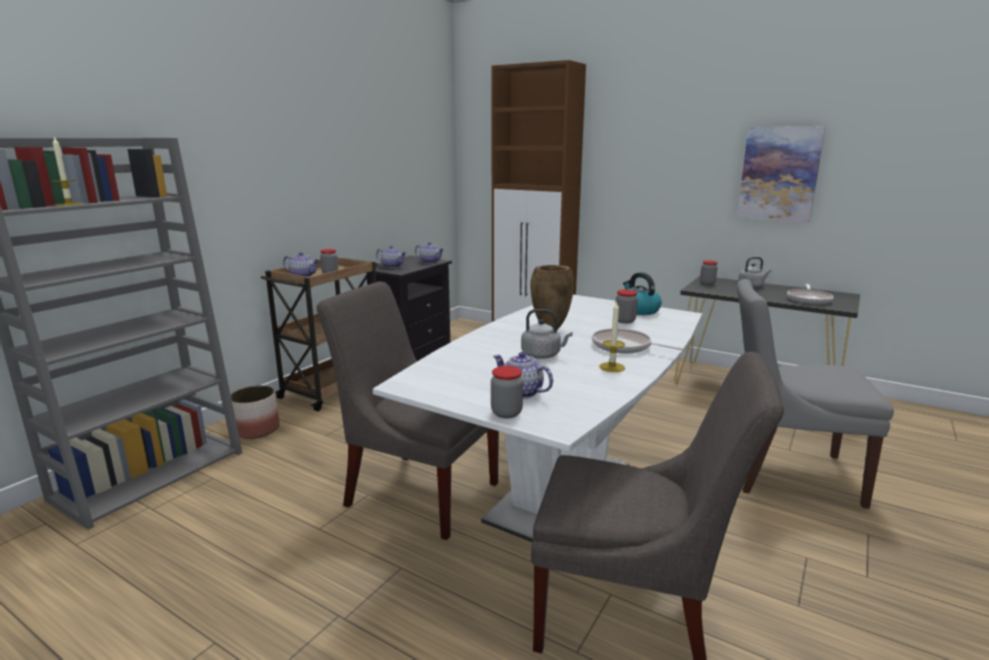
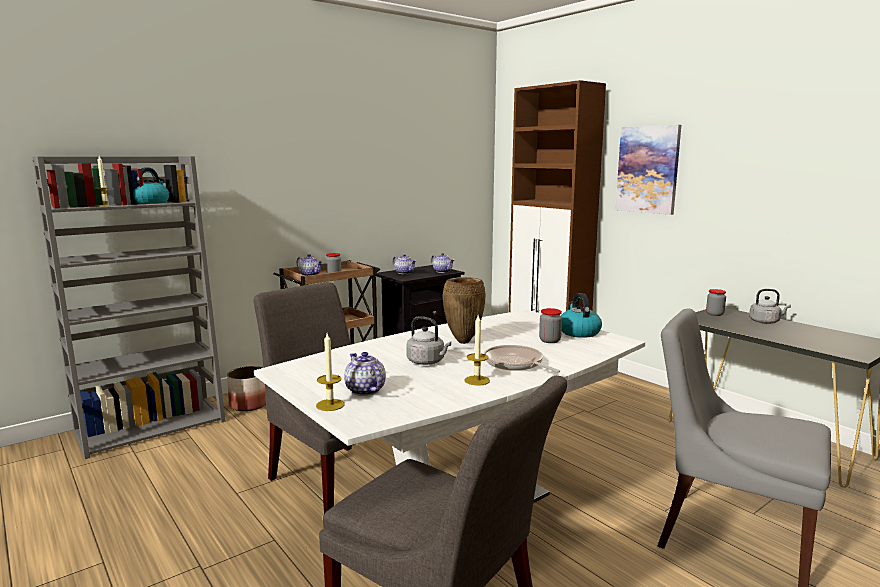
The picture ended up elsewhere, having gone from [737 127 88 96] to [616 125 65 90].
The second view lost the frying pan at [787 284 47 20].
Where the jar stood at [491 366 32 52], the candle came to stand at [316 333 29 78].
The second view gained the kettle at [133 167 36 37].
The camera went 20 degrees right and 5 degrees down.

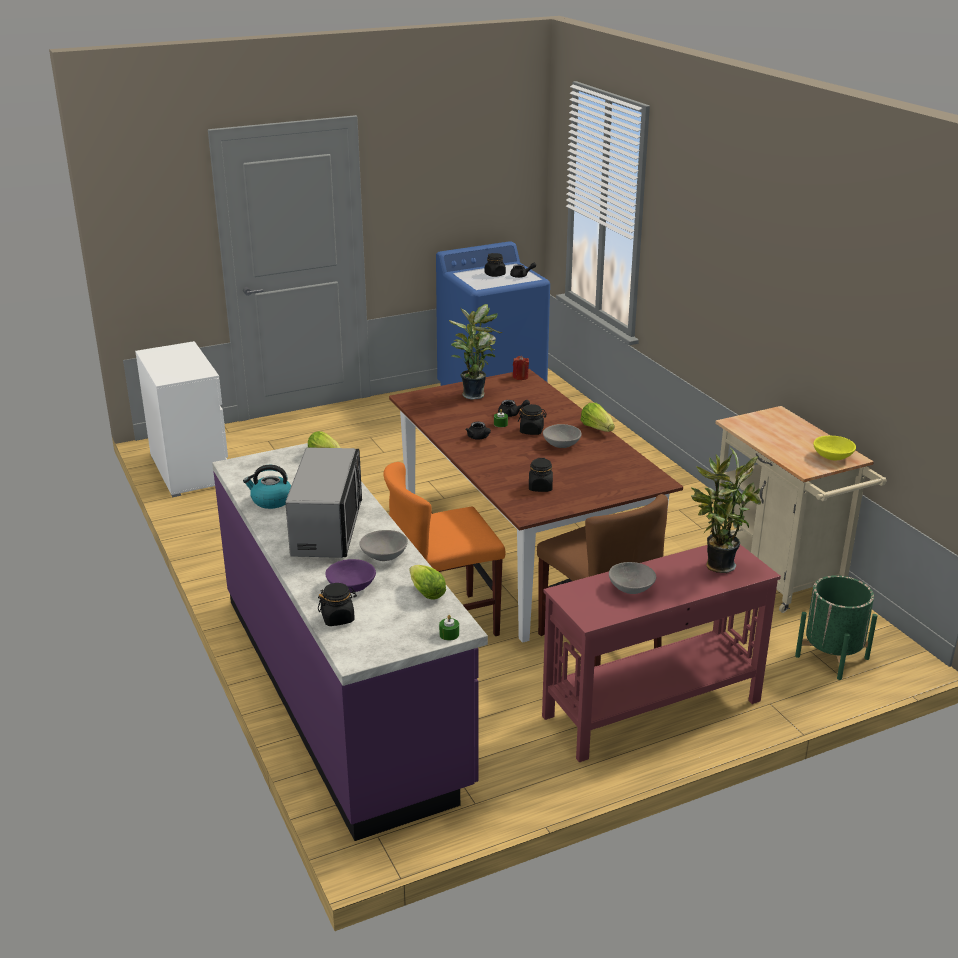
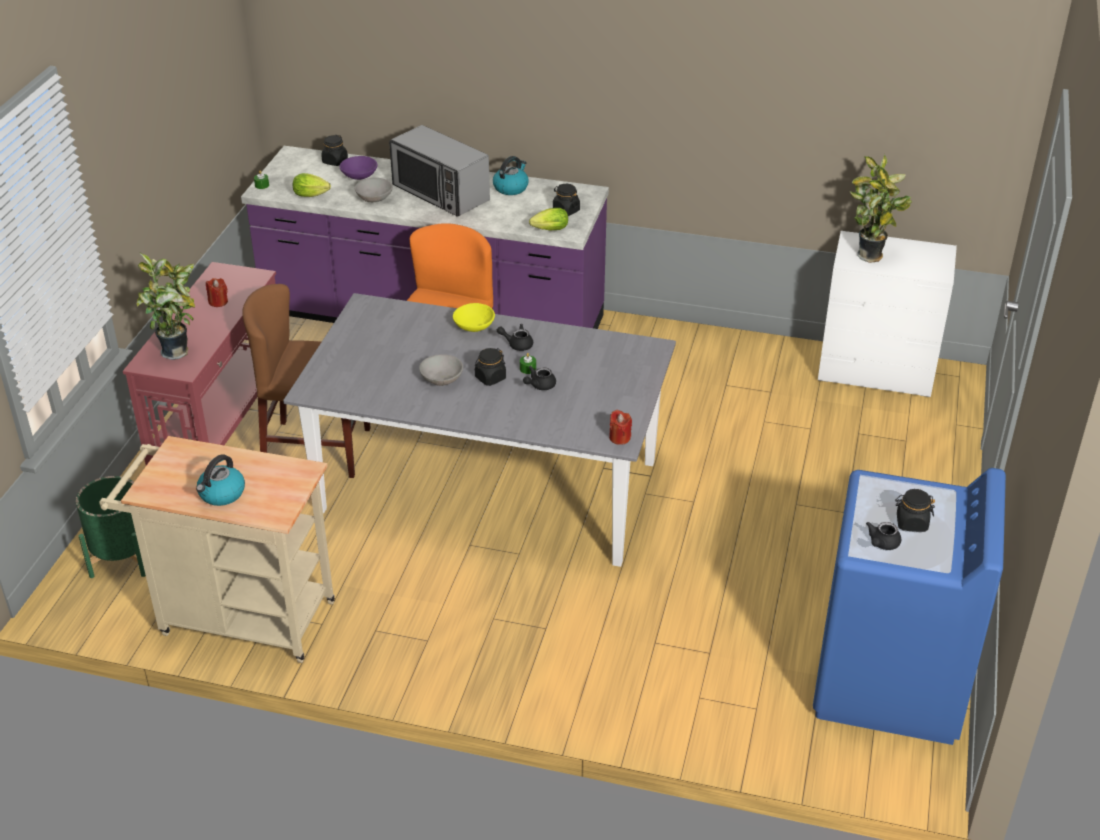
The potted plant ended up elsewhere, having gone from [449 304 53 96] to [850 154 62 109].
What was the brown dining table at [389 369 294 274] turned into the grey dining table at [283 293 393 274].
The second view lost the lettuce at [581 403 33 29].
The yellow bowl ended up elsewhere, having gone from [813 436 43 24] to [453 303 42 29].
The black jar ended up elsewhere, having gone from [529 458 24 34] to [553 184 27 32].
Where the grey bowl stood at [609 562 47 32], the red candle came to stand at [206 278 22 29].
The second view gained the kettle at [196 454 49 52].
The camera went 130 degrees right and 10 degrees up.

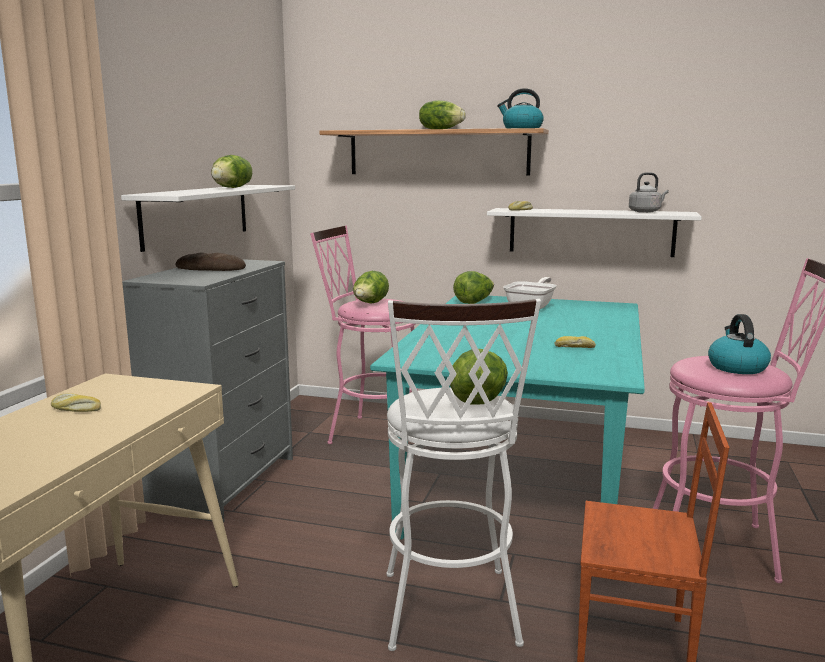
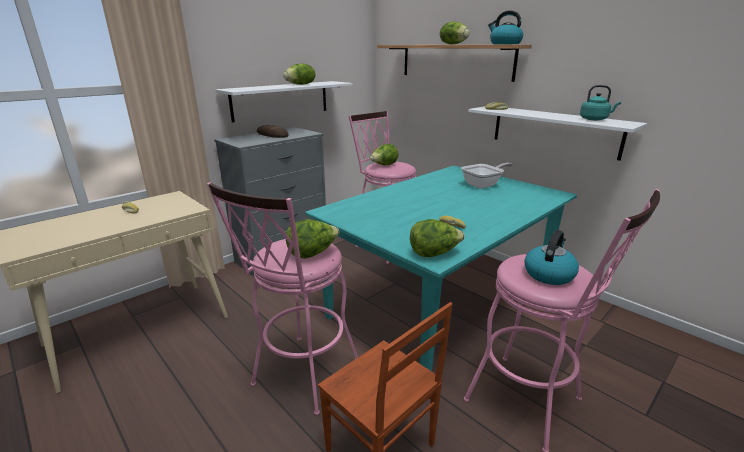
What was the grey kettle at [629 172 40 41] turned into the turquoise kettle at [580 85 41 35].
The lettuce ended up elsewhere, having gone from [453 271 41 33] to [410 219 55 38].
What was the white stool at [386 299 155 352] turned into the pink stool at [207 182 151 234].
The camera went 30 degrees right and 10 degrees up.

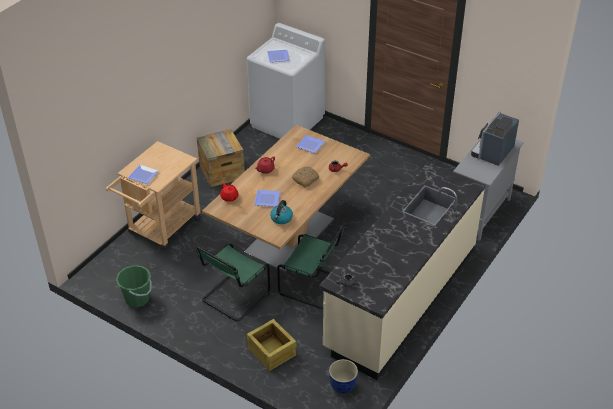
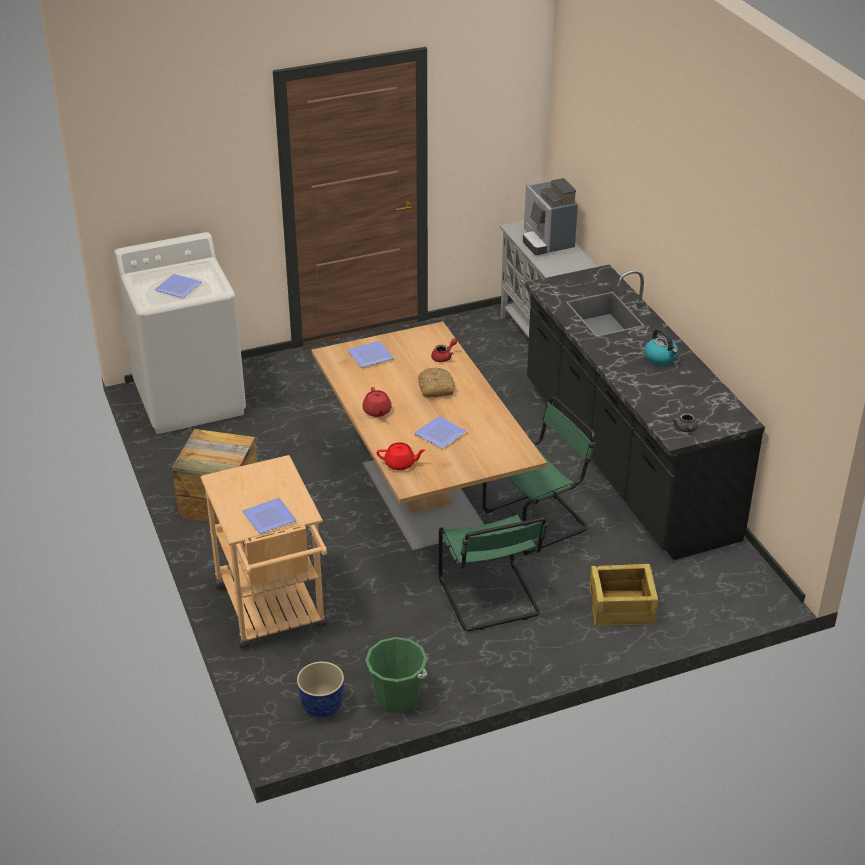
What was the beige counter at [319 162 167 218] turned into the black counter at [525 265 240 295].
The kettle ended up elsewhere, having gone from [270 200 23 24] to [644 328 35 38].
The planter ended up elsewhere, having gone from [329 359 29 35] to [297 661 47 57].
The camera went 55 degrees left and 5 degrees down.

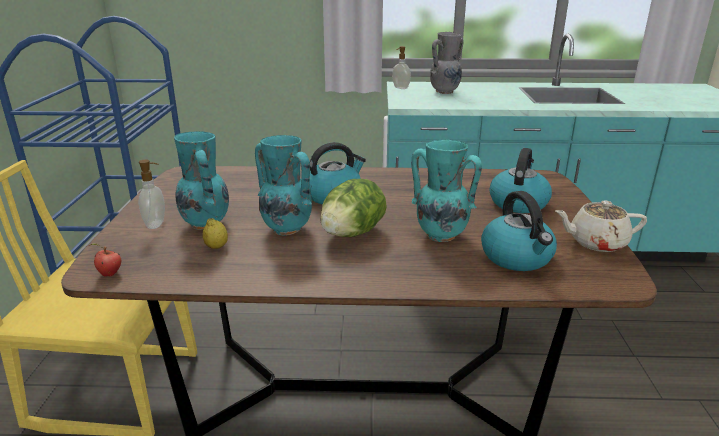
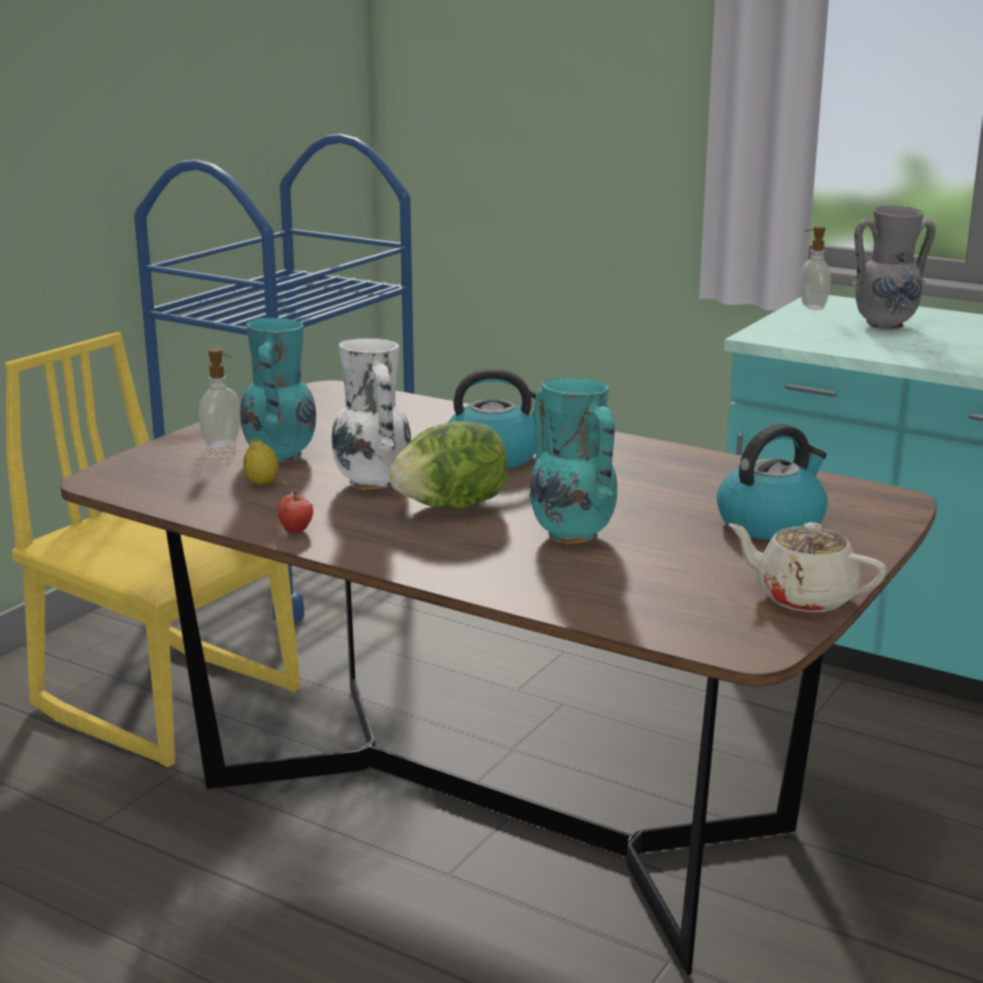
What was the turquoise vase at [255 135 57 101] turned into the white vase at [332 338 79 151].
The second view lost the kettle at [481 191 76 80].
The apple ended up elsewhere, having gone from [86 244 35 32] to [274 481 39 52].
The camera went 30 degrees right and 5 degrees down.

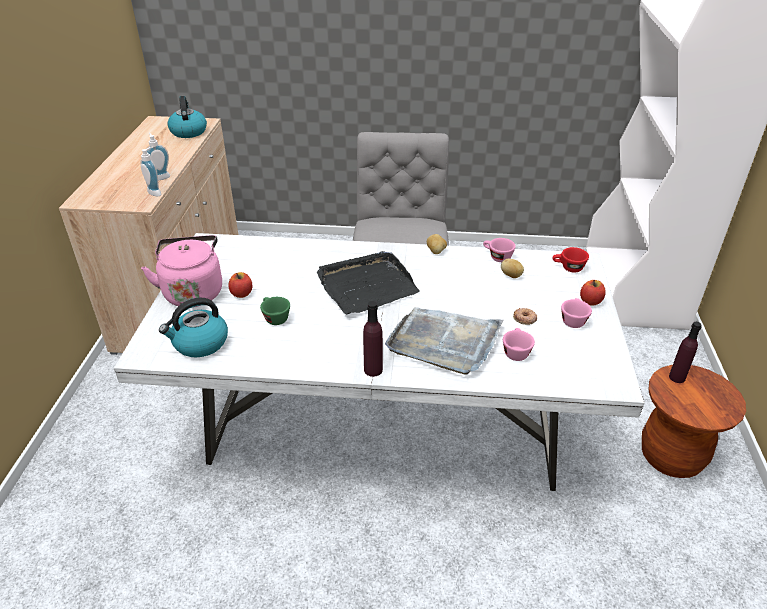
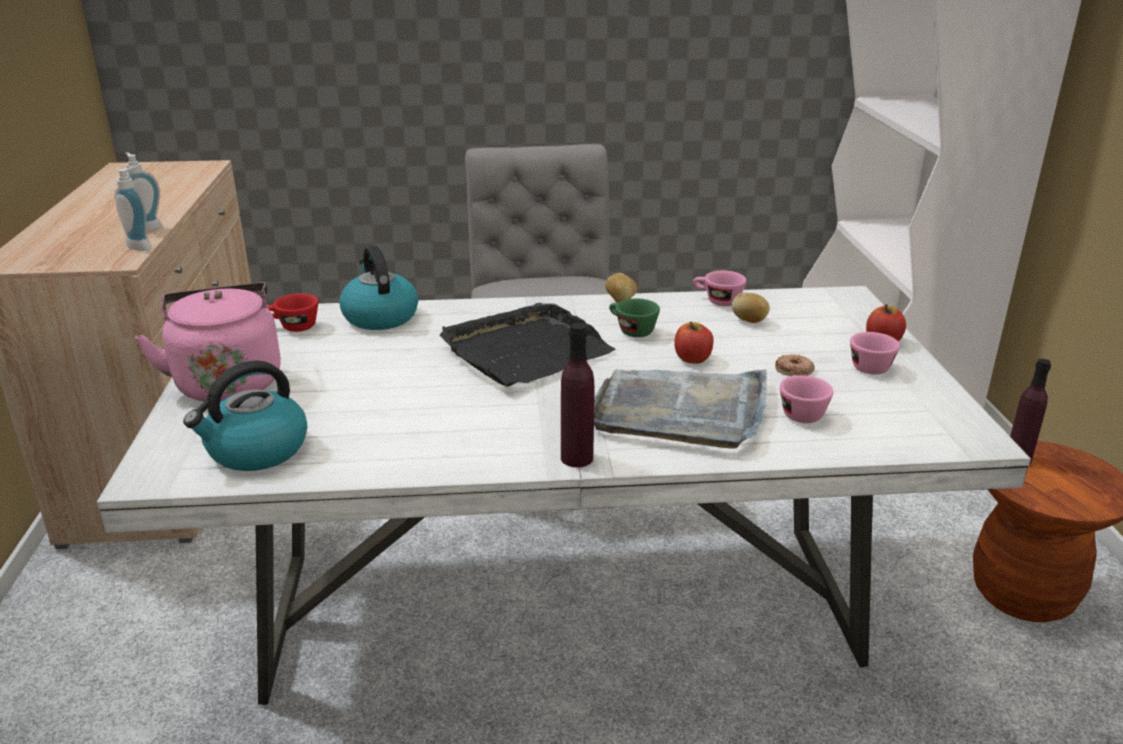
The kettle ended up elsewhere, having gone from [168 96 39 42] to [339 245 79 85].
The red cup ended up elsewhere, having gone from [553 247 36 25] to [267 293 51 39].
The apple ended up elsewhere, having gone from [228 272 24 26] to [674 322 40 42].
The green cup ended up elsewhere, having gone from [260 297 30 28] to [609 299 51 38].
The camera went 10 degrees left and 10 degrees down.

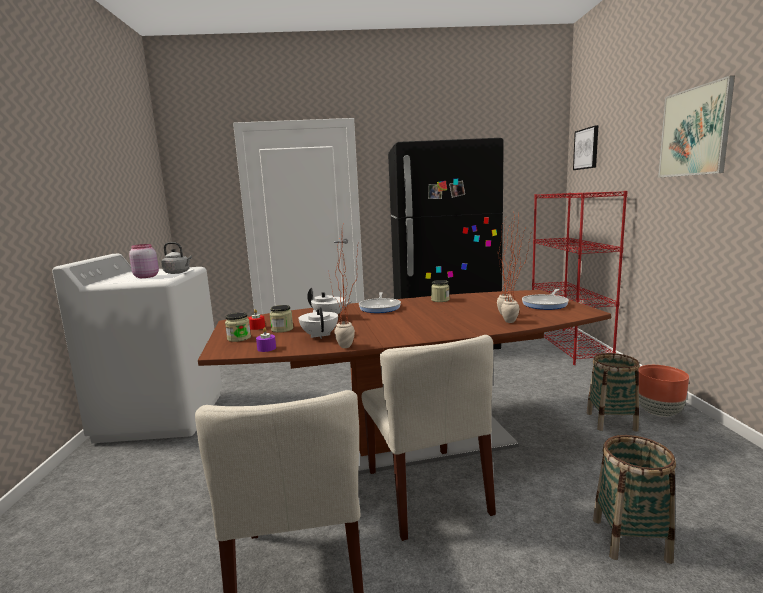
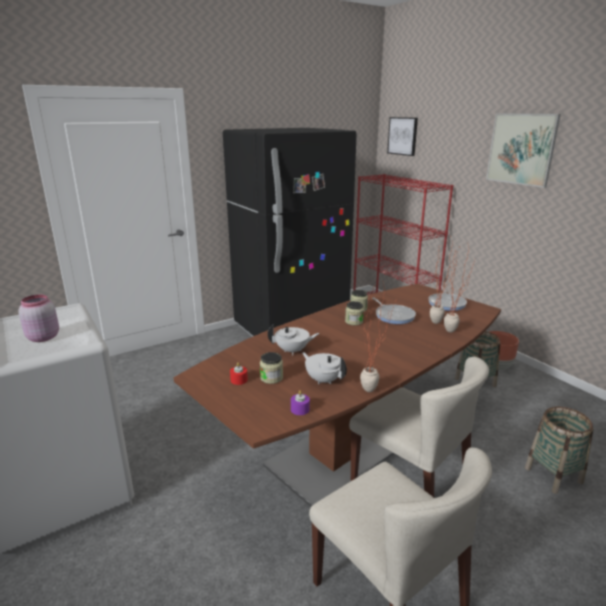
The second view lost the grey kettle at [161 242 31 32].
The frying pan ended up elsewhere, having gone from [359 292 42 21] to [372 297 44 27].
The jar ended up elsewhere, having gone from [225 312 26 30] to [345 301 19 24].
The camera went 30 degrees left and 10 degrees up.

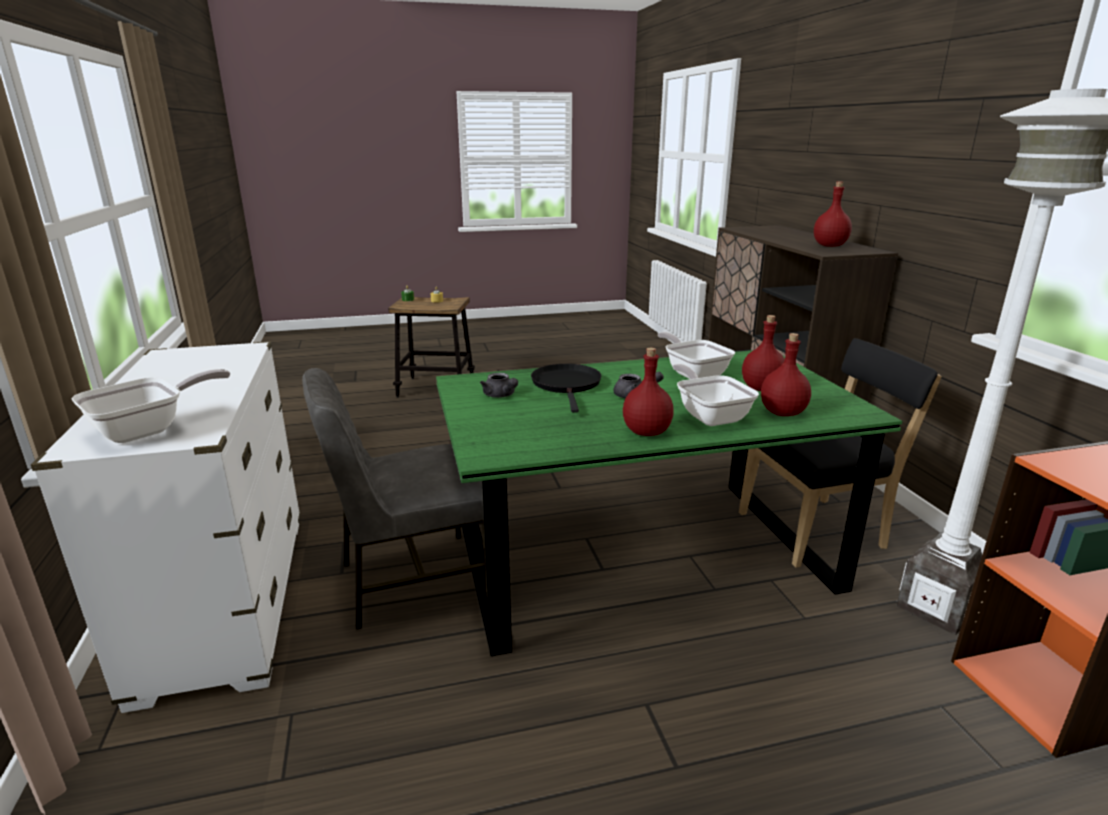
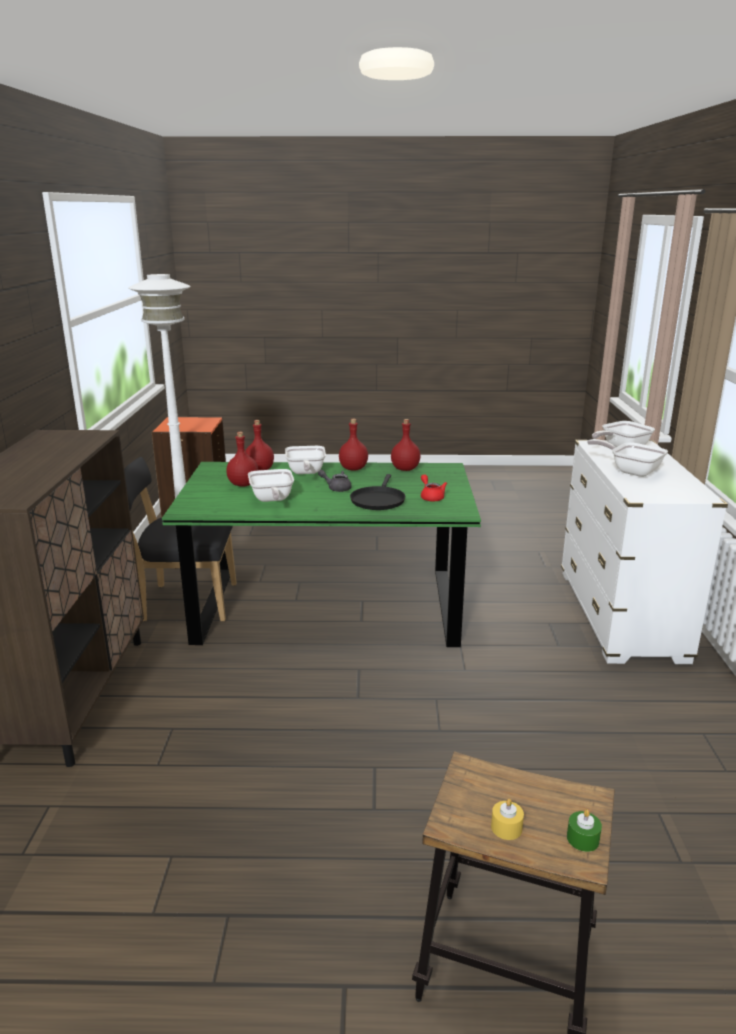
The red bottle ended up elsewhere, having gone from [814 182 38 65] to [391 419 30 52].
The second view lost the grey chair at [302 368 185 262].
What was the grey teapot at [480 373 38 25] turned into the red teapot at [421 474 26 28].
The second view gained the frying pan at [587 439 81 38].
The camera went 165 degrees left and 0 degrees up.

